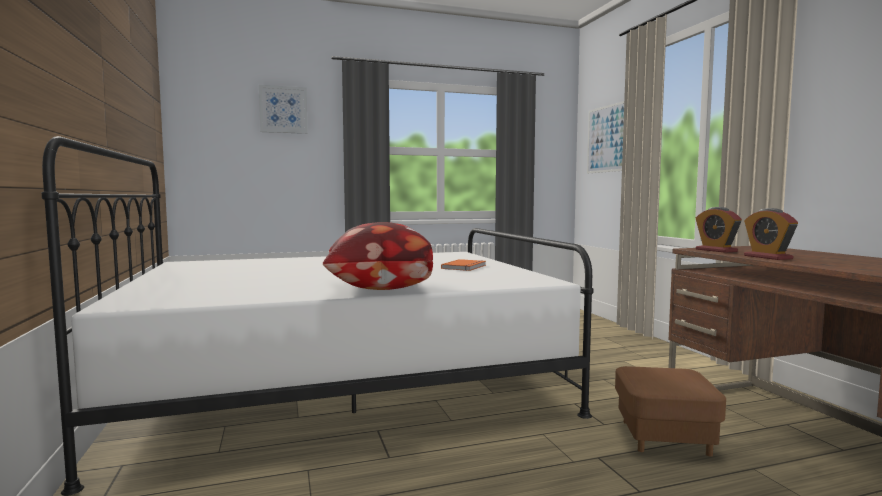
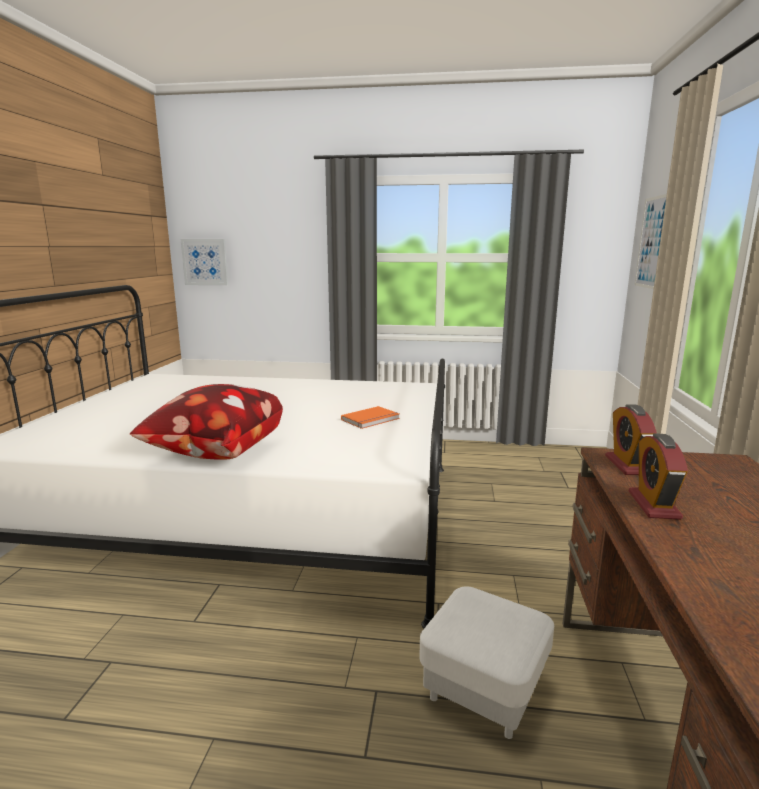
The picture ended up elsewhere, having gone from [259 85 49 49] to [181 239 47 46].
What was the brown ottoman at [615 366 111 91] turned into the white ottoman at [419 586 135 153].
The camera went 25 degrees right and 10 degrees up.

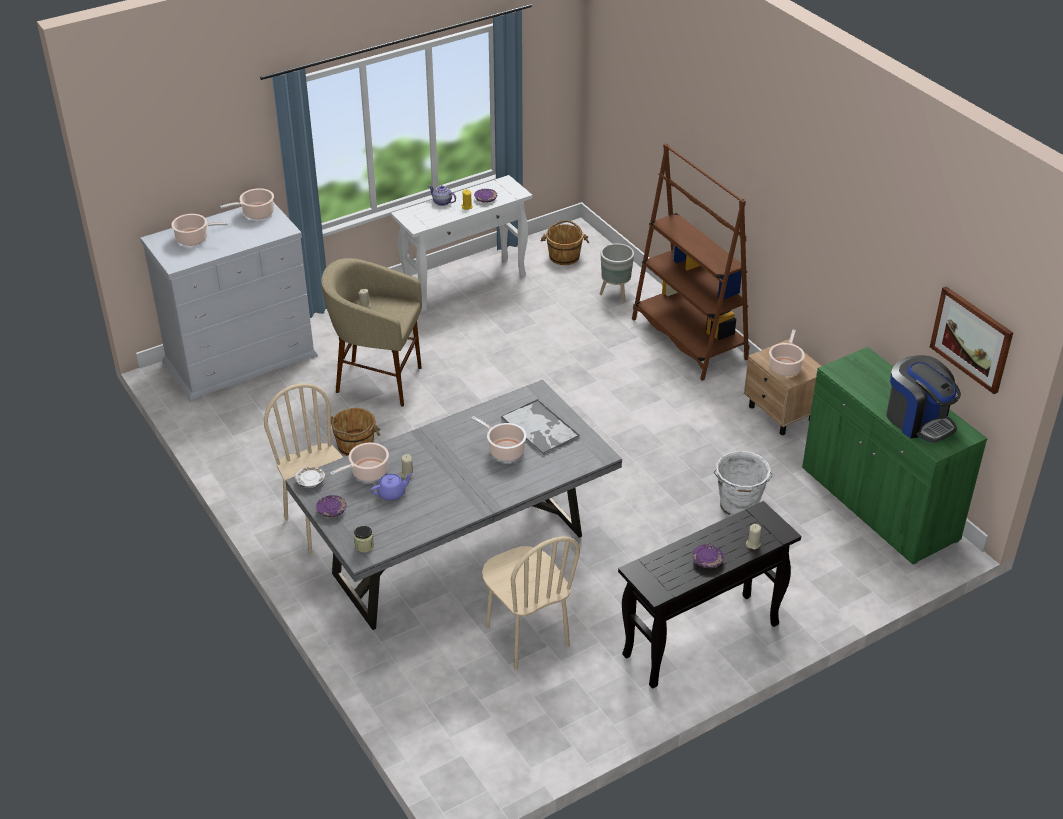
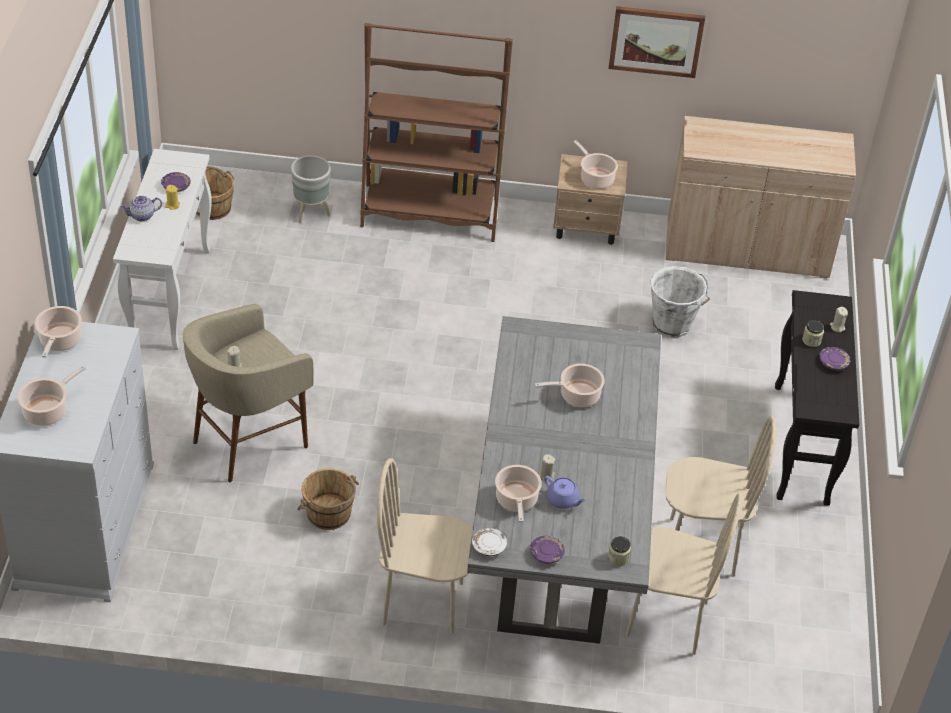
The picture ended up elsewhere, having gone from [930 286 83 108] to [609 6 96 72].
What was the green cabinet at [802 347 185 218] turned into the beige cabinet at [666 116 190 162].
The second view lost the coffee machine at [886 355 75 88].
The second view lost the tray at [501 399 79 57].
The purple teapot at [370 473 43 27] ended up facing another way, 120 degrees clockwise from before.
The second view gained the jar at [802 320 22 27].
The second view gained the beige chair at [626 493 117 162].
The camera went 55 degrees left and 5 degrees up.

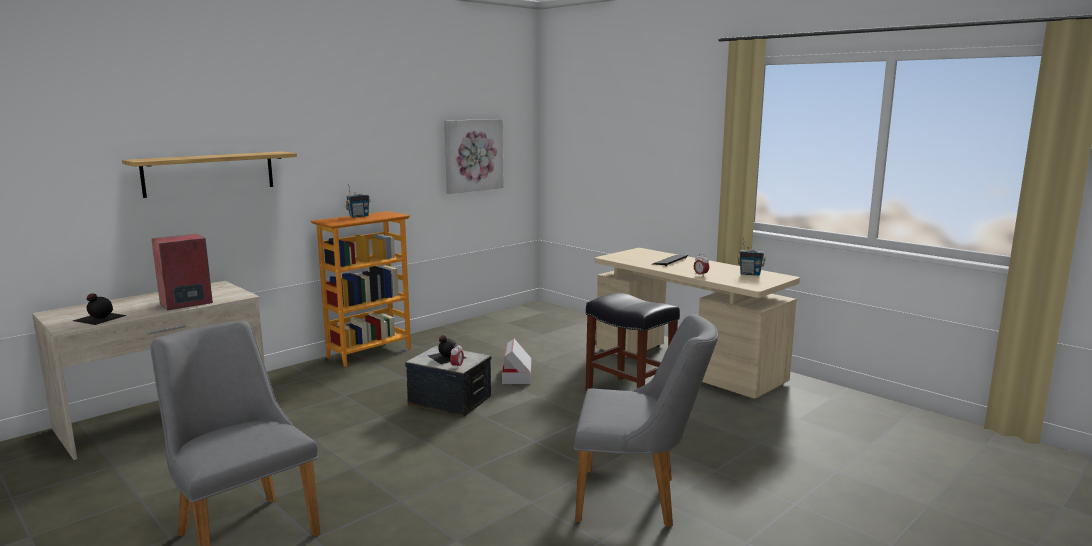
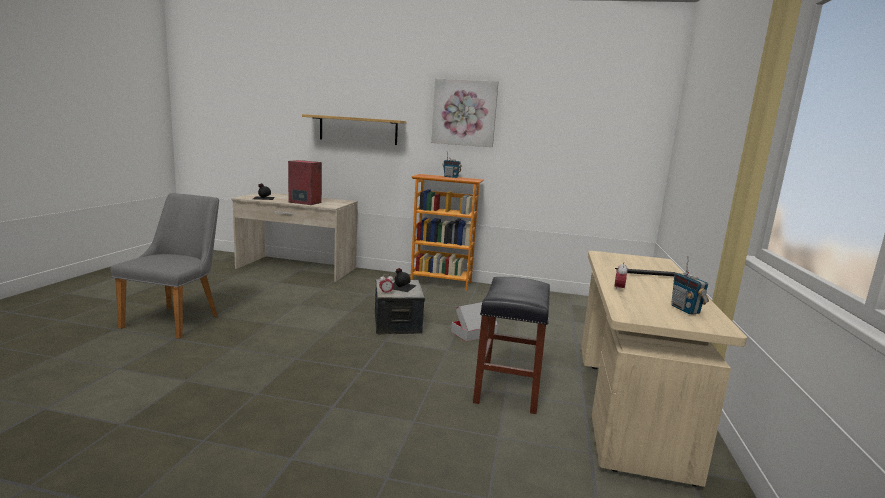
The picture ended up elsewhere, having gone from [444 119 60 75] to [431 78 67 69].
The second view lost the grey chair at [574 314 144 213].
The camera went 55 degrees right and 0 degrees up.

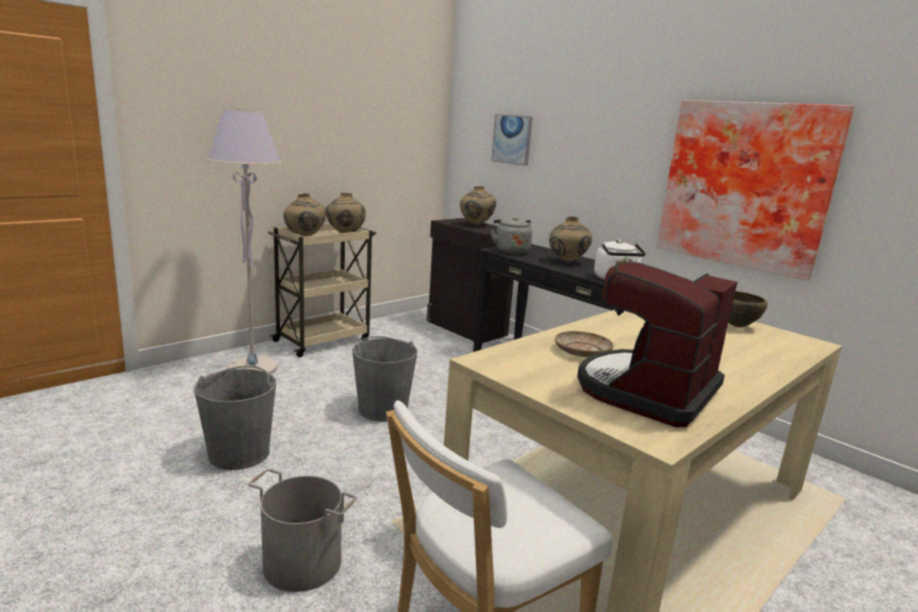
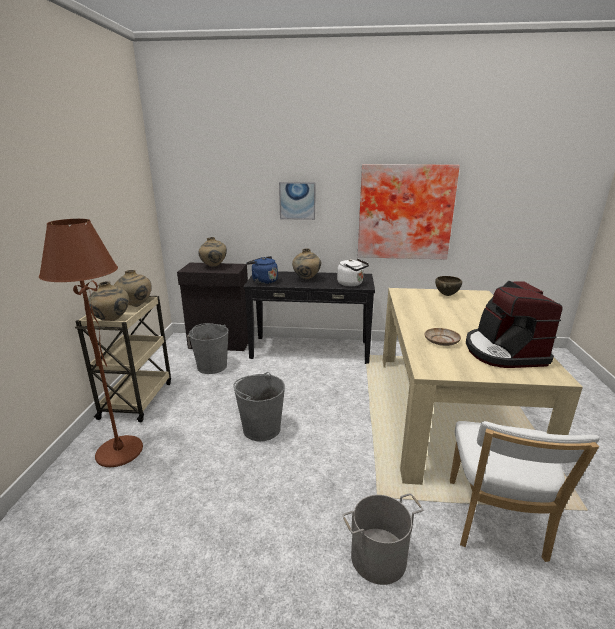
What was the grey floor lamp at [207 108 74 266] turned into the brown floor lamp at [39 219 104 248].
The picture ended up elsewhere, having gone from [491 114 42 52] to [279 182 37 38].
What was the grey kettle at [490 217 42 37] turned into the blue kettle at [246 256 32 28].
The grey bucket ended up elsewhere, having gone from [194 366 82 104] to [189 323 40 51].
The camera went 40 degrees left and 5 degrees up.

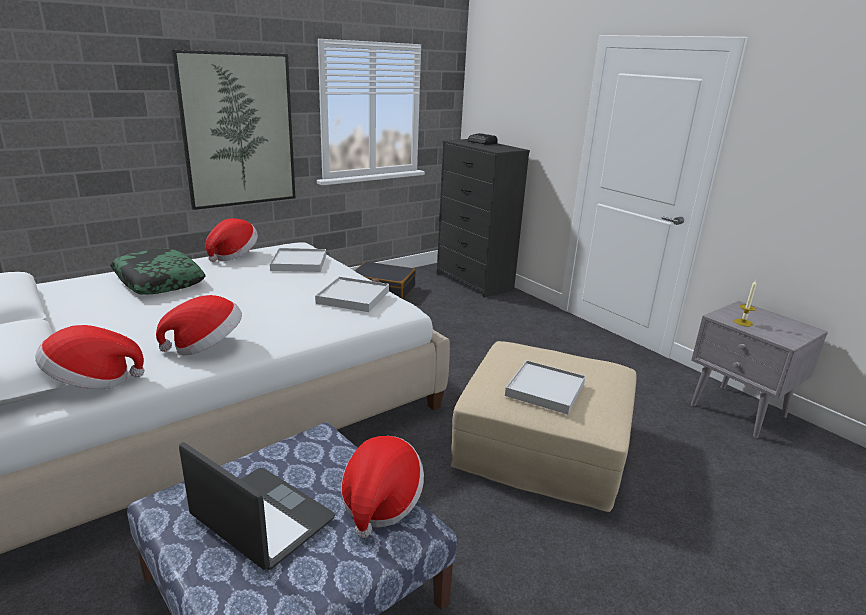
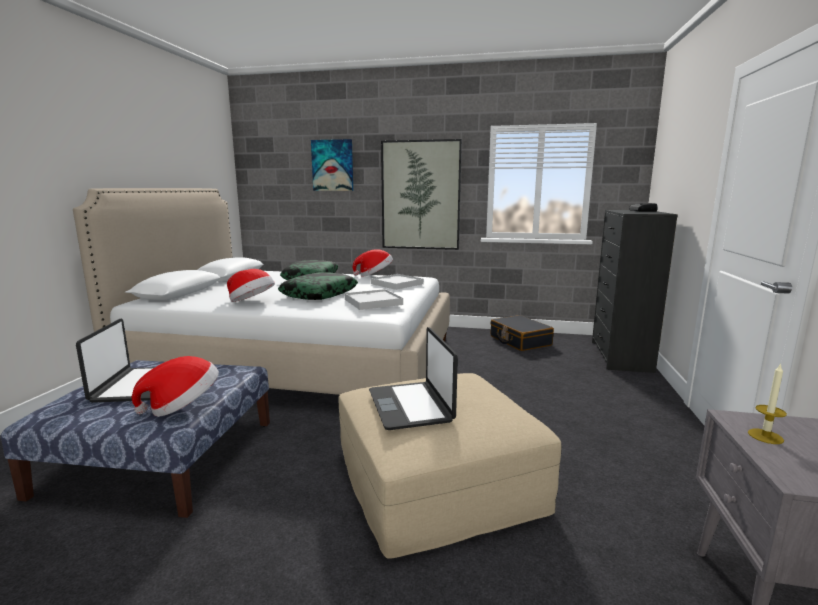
The second view lost the hat at [35 325 110 64].
Where the white tray stood at [505 360 80 55], the laptop came to stand at [369 327 89 103].
The second view gained the picture at [311 139 42 52].
The second view gained the pillow at [278 272 80 28].
The camera went 50 degrees right and 10 degrees down.

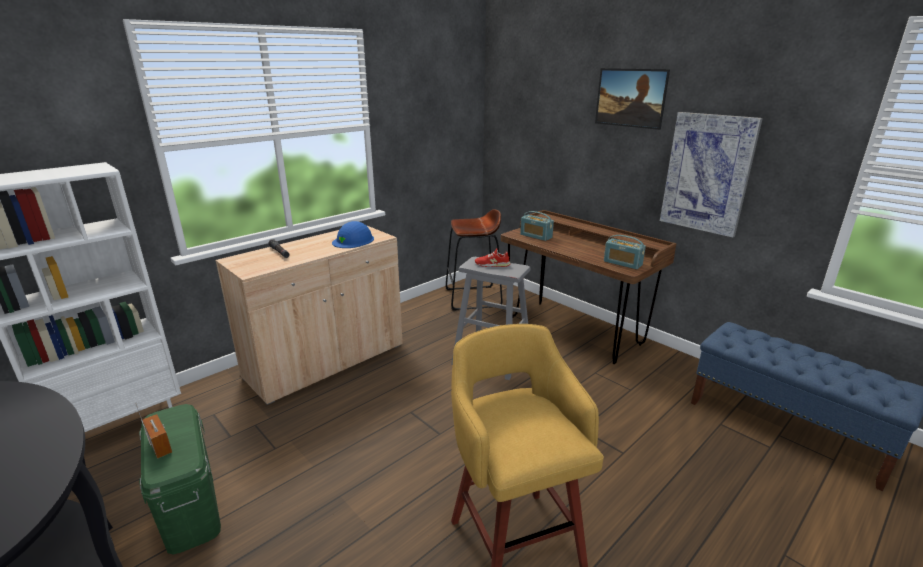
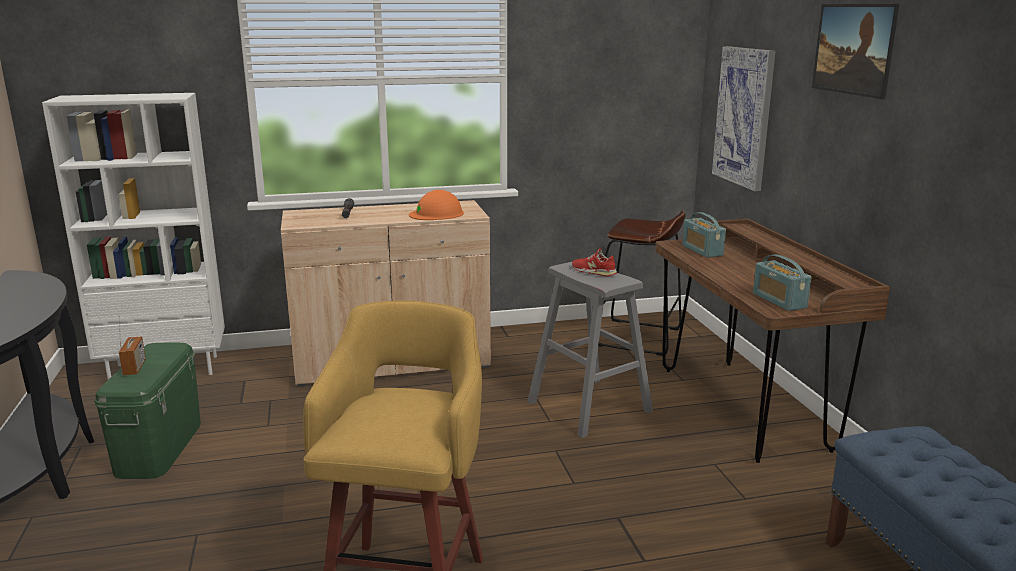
The picture ended up elsewhere, having gone from [660 112 103 126] to [712 46 64 145].
What was the blue hard hat at [332 221 42 27] turned into the orange hard hat at [409 190 55 30].
The camera went 30 degrees right and 5 degrees down.

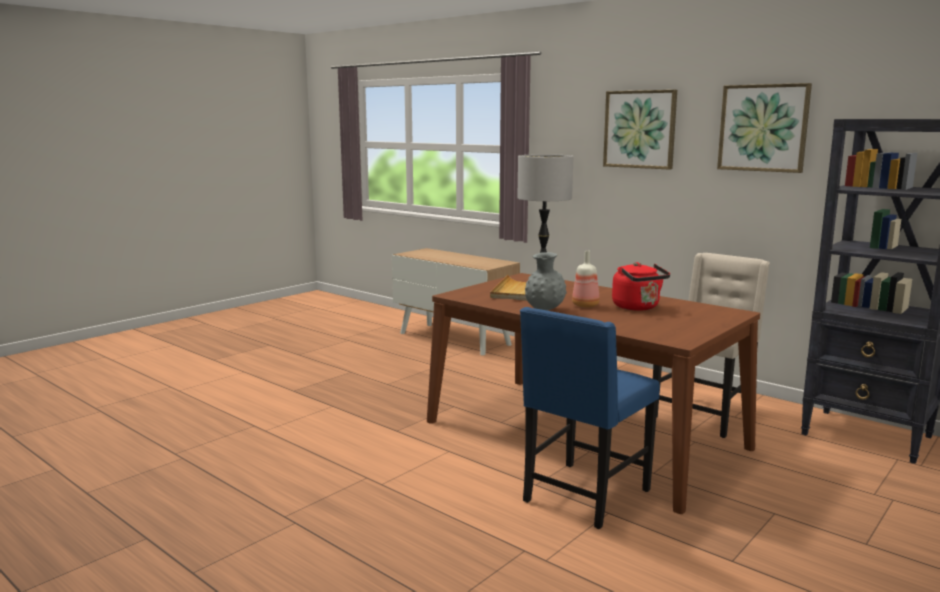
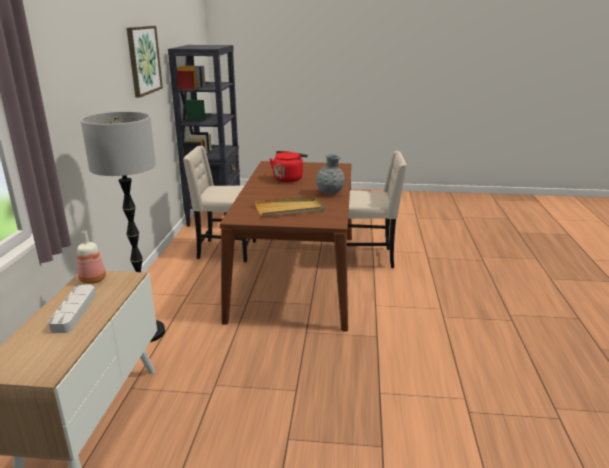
The second view lost the picture at [603 90 74 80].
The bottle ended up elsewhere, having gone from [572 250 28 58] to [77 231 29 53].
What was the blue chair at [520 307 140 222] turned into the beige chair at [347 151 60 117].
The second view gained the grey tray at [48 285 48 48].
The camera went 125 degrees left and 10 degrees up.

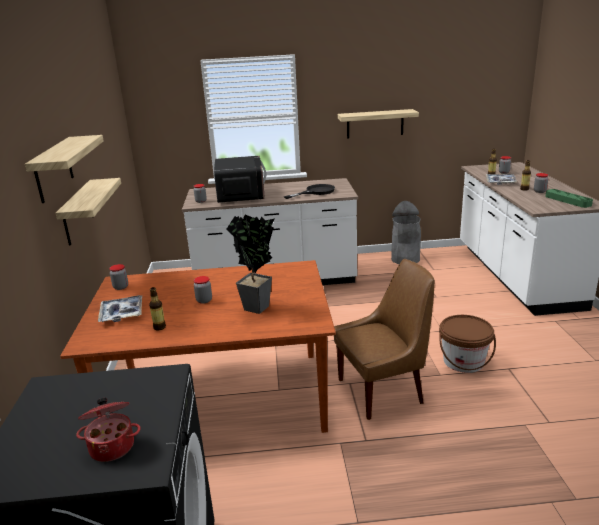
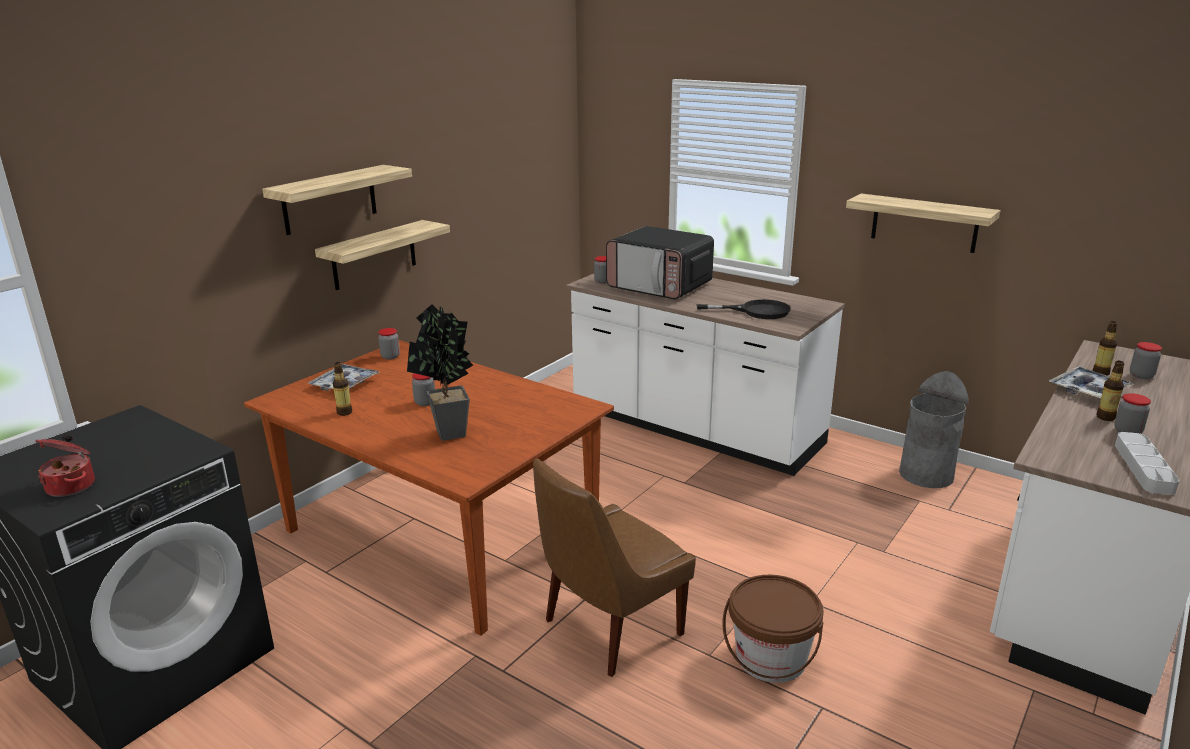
The microwave at [214 156 52 47] ended up facing another way, 90 degrees clockwise from before.
What was the green tray at [545 189 48 19] turned into the grey tray at [1115 432 65 63].
The brown chair at [334 259 101 161] ended up facing another way, 120 degrees clockwise from before.
The camera went 40 degrees right and 0 degrees up.

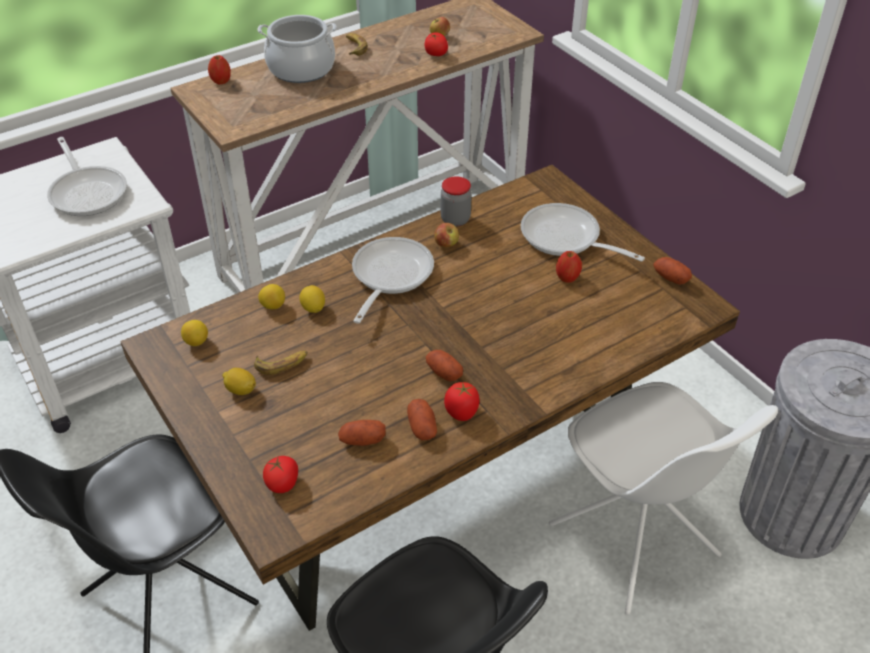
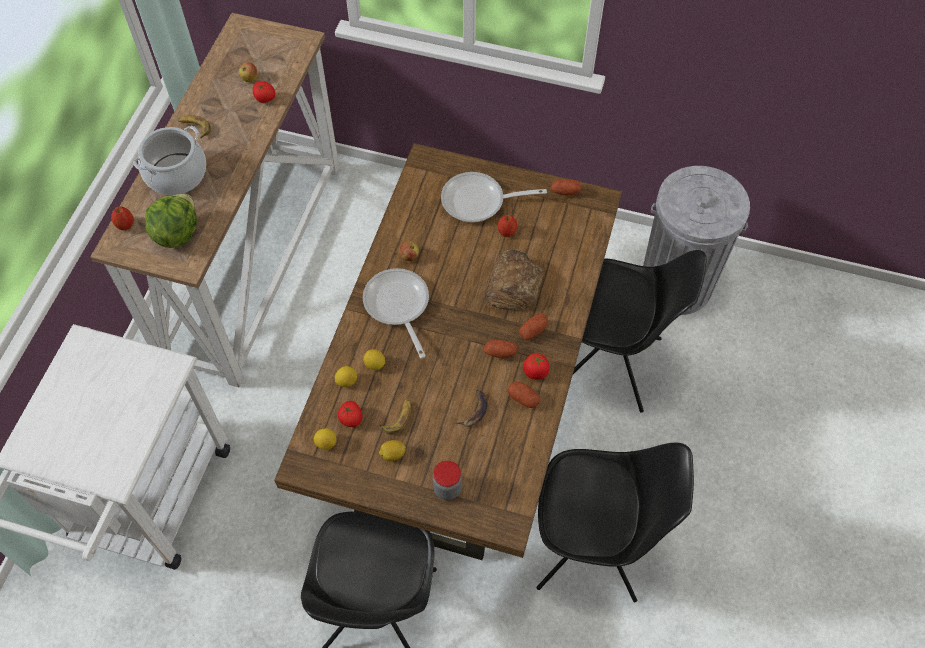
The second view lost the frying pan at [47 137 80 79].
The jar ended up elsewhere, having gone from [441 176 31 51] to [433 461 29 39].
What was the white chair at [549 382 229 233] turned into the black chair at [573 250 134 163].
The potato ended up elsewhere, having gone from [338 420 48 26] to [519 313 29 27].
The tomato ended up elsewhere, having gone from [263 456 35 37] to [338 401 24 26].
The second view gained the lettuce at [145 194 52 54].
The second view gained the bread at [486 249 58 61].
The second view gained the banana at [454 390 34 37].
The camera went 40 degrees left and 15 degrees up.

